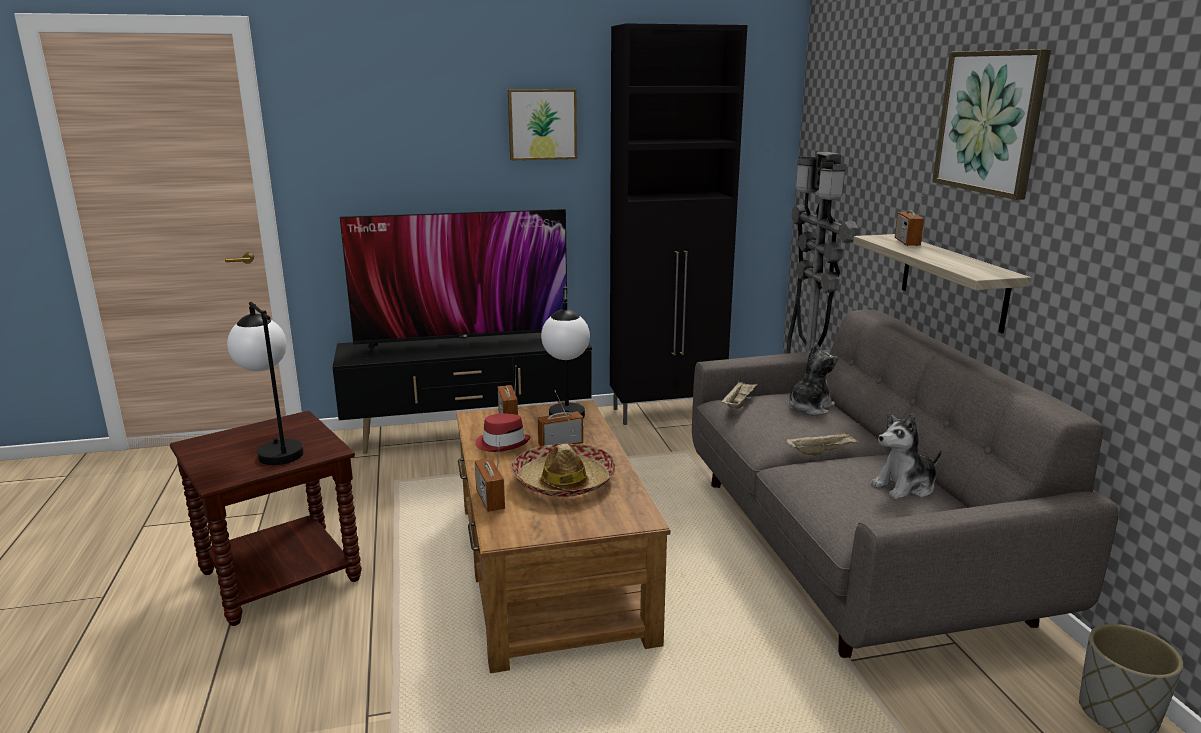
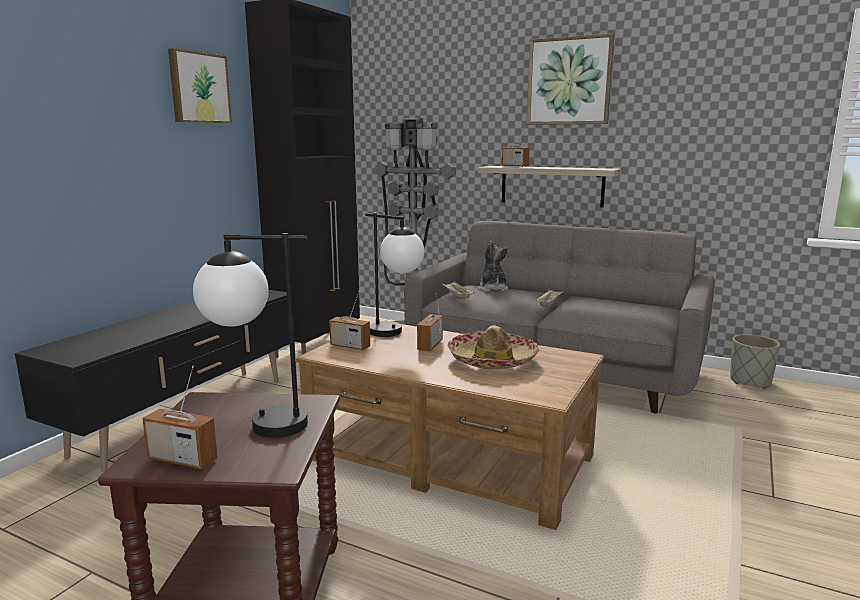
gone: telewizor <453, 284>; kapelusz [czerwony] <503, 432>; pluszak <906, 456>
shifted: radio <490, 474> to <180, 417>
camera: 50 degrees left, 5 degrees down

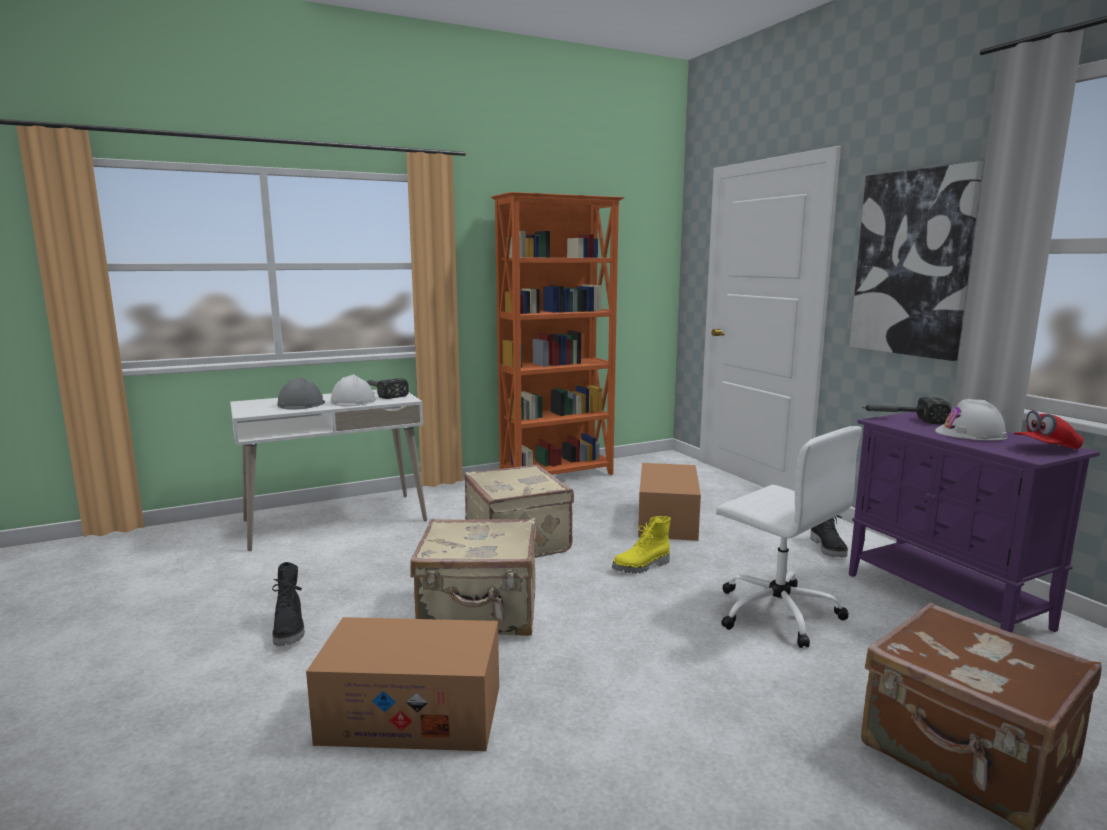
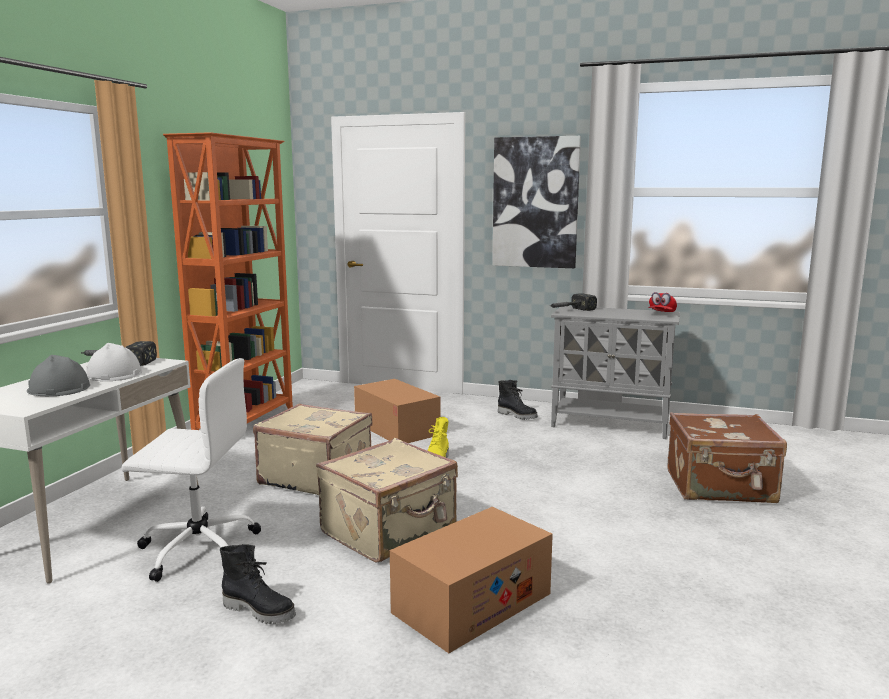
gone: kask [biały] <971, 420>
shifted: krzesło biurowe [biały] <789, 537> to <191, 470>
repainted: szafka [fioletowy] <974, 522> to szafka [szary] <615, 372>
camera: 45 degrees left, 0 degrees up

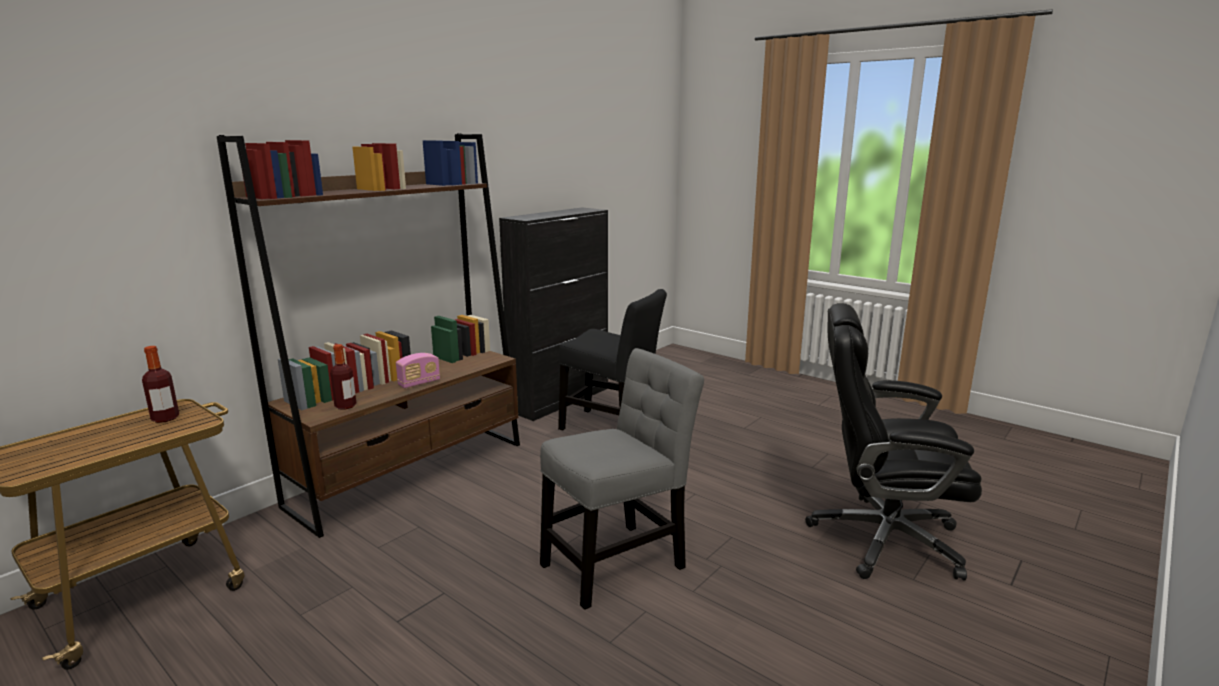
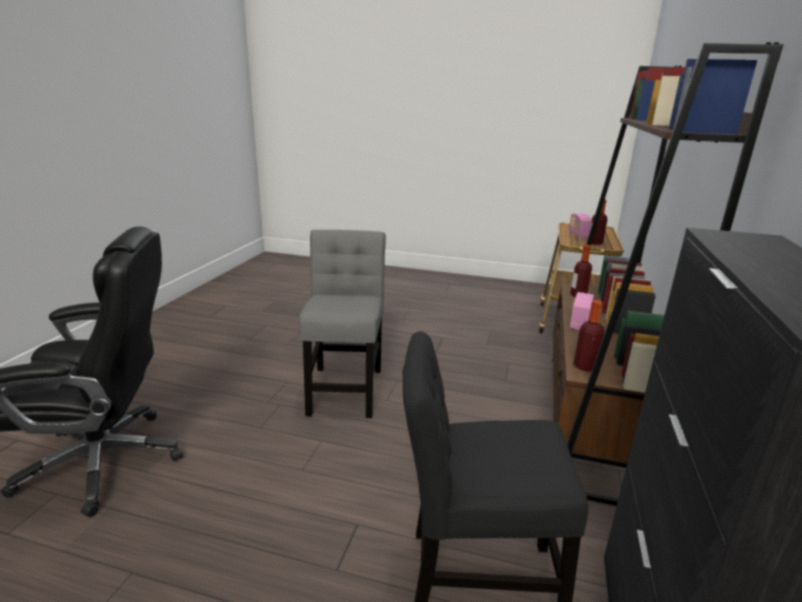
new: radio <580, 225>; butelka <588, 336>
rotated: krzesło [szary] <622, 479> = <342, 324> 150 degrees clockwise
camera: 155 degrees right, 5 degrees up

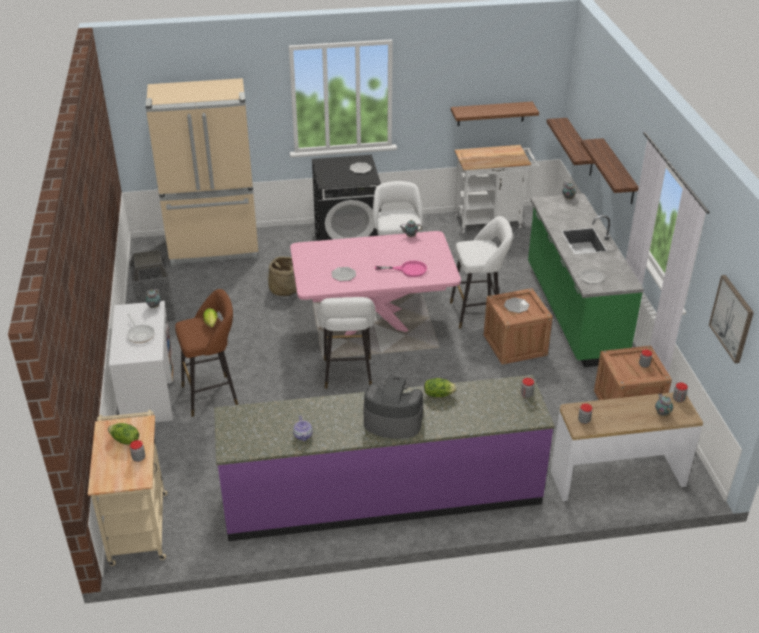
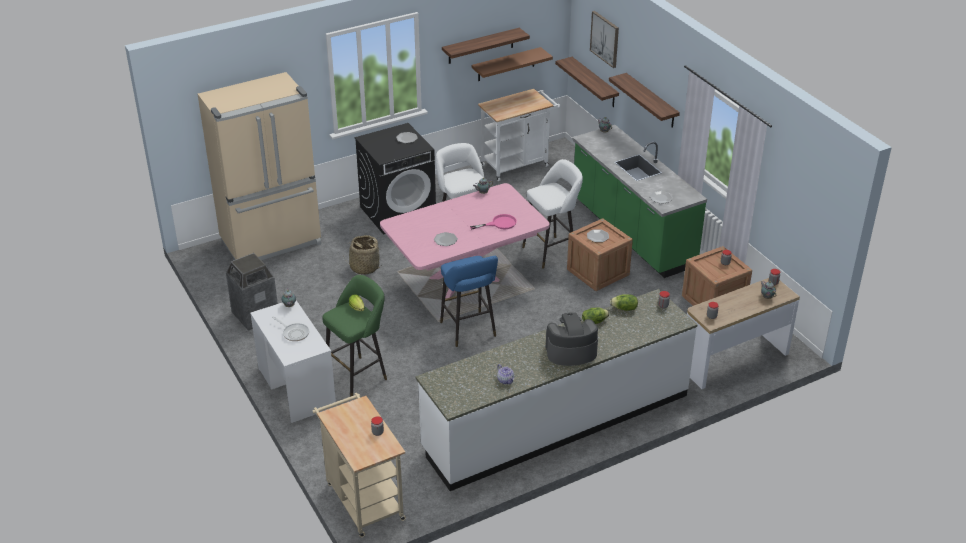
new: półka <486, 46>
shifted: sałata <123, 434> to <624, 302>; obraz <731, 319> to <604, 39>
repainted: stołek [brązowy] <206, 353> to stołek [zielony] <355, 336>; zabudowa kuchenna [fioletowy] <384, 458> to zabudowa kuchenna [biały] <556, 390>; stołek [biały] <346, 343> to stołek [niebieski] <469, 301>
camera: 20 degrees left, 0 degrees up

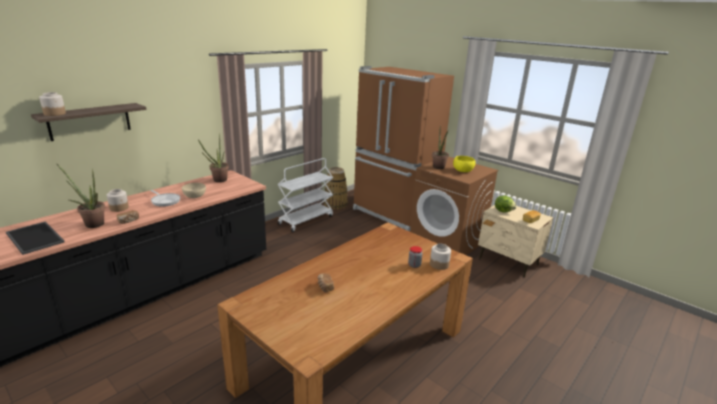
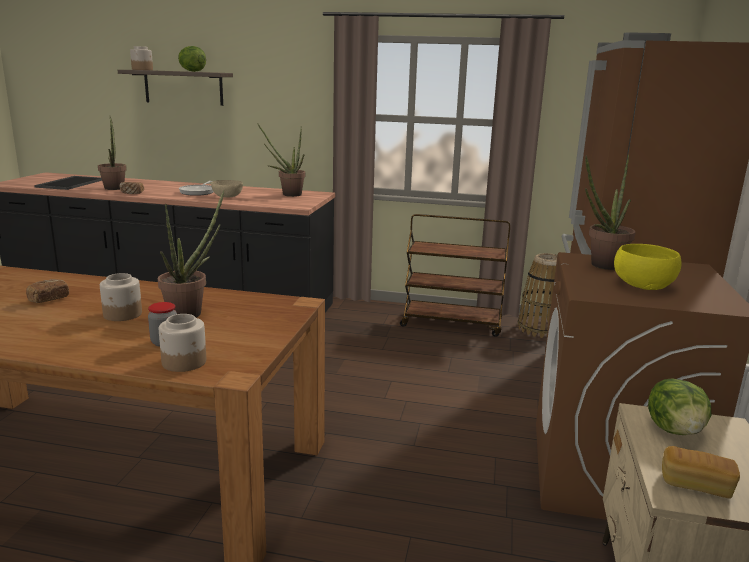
new: roślina doniczkowa <191, 254>; sałata <192, 59>
shifted: słoik <118, 200> to <121, 297>
repainted: wózek [biały] <305, 195> to wózek [brązowy] <455, 275>
camera: 60 degrees right, 5 degrees down

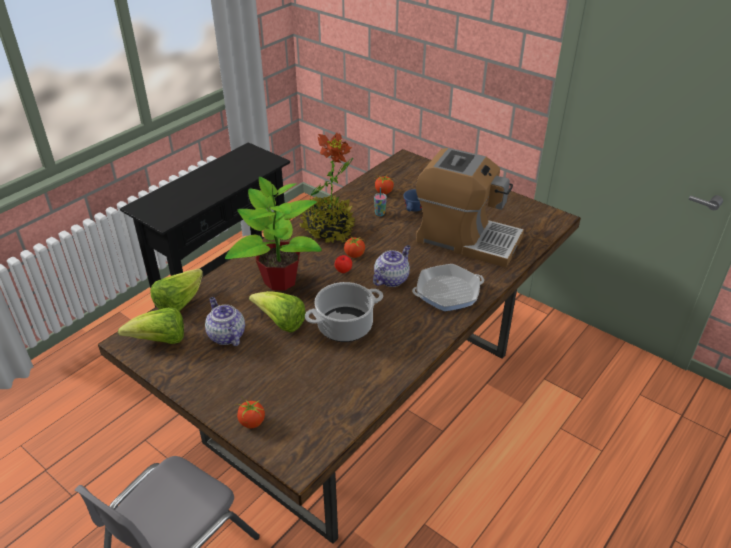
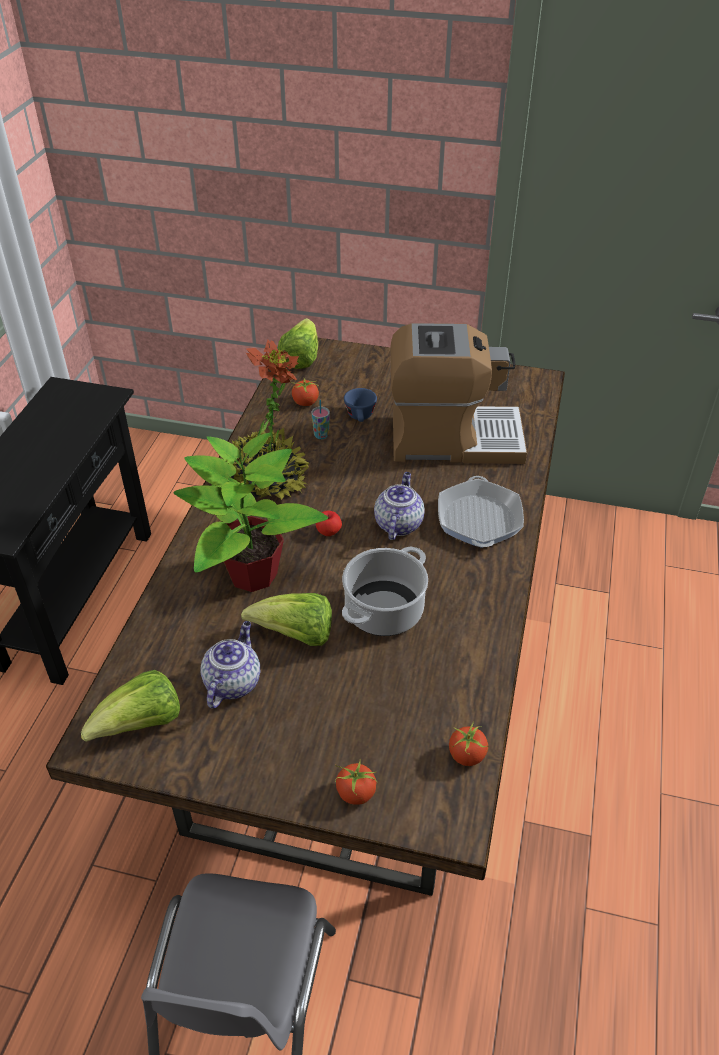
shifted: sałata <176, 289> to <298, 343>; pomidor <354, 247> to <468, 743>
rotated: imbryk <225, 321> = <230, 664> 75 degrees clockwise; patelnia <448, 287> = <481, 512> 45 degrees counterclockwise
camera: 25 degrees left, 5 degrees up

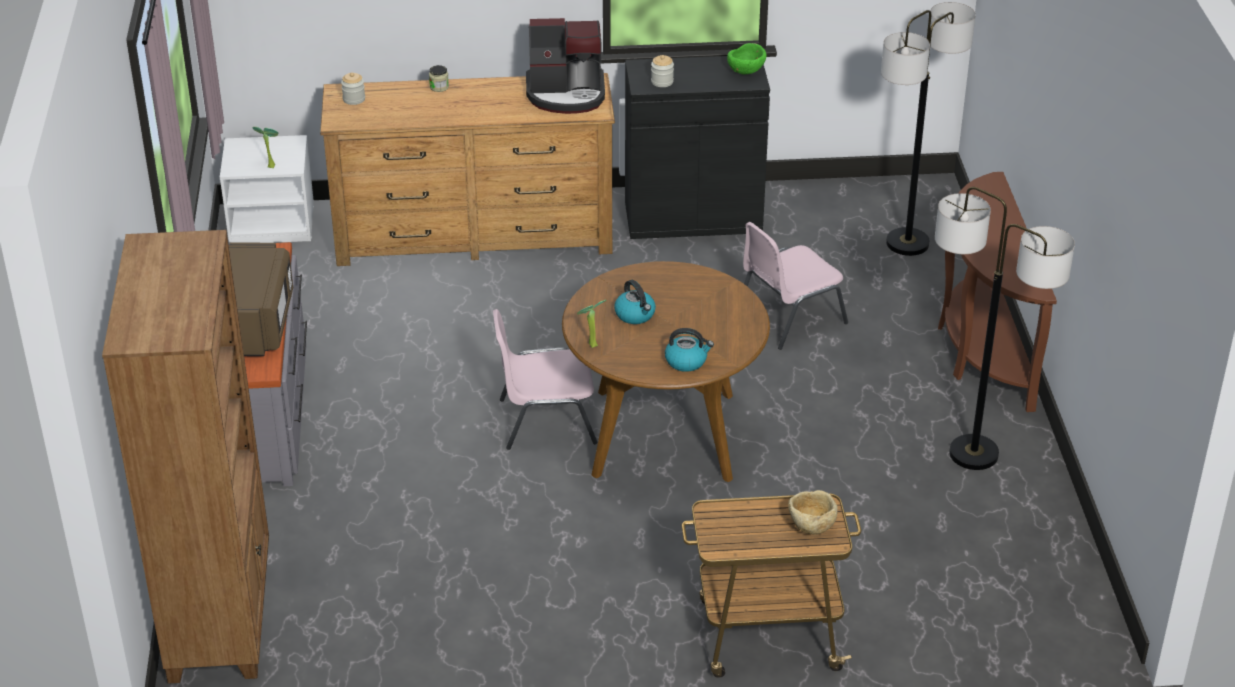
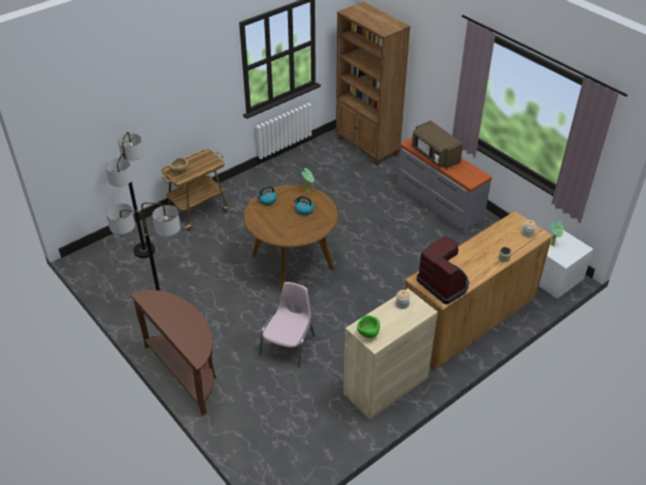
gone: krzesło [różowy] <545, 379>
shifted: lampa stojąca <928, 129> to <130, 195>
repainted: szafka [czarny] <697, 147> to szafka [beżowy] <390, 354>
rotated: ekspres do kawy <565, 66> = <443, 270> 90 degrees clockwise
camera: 145 degrees right, 5 degrees up

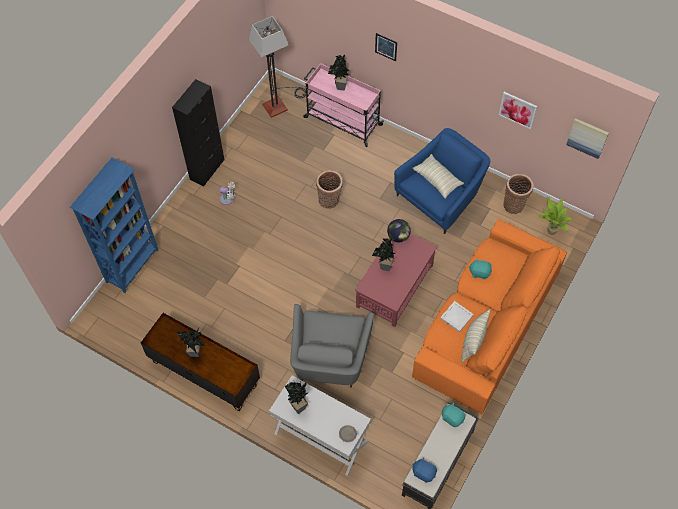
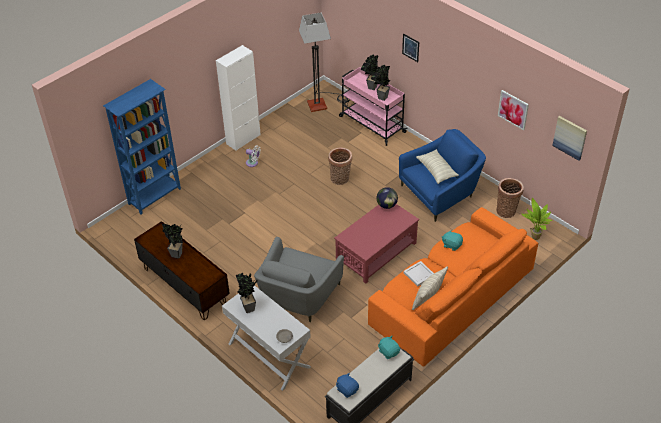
shifted: roślina doniczkowa <384, 254> to <380, 83>
repainted: szafka [czarny] <198, 133> to szafka [biały] <238, 98>
camera: 15 degrees right, 15 degrees down

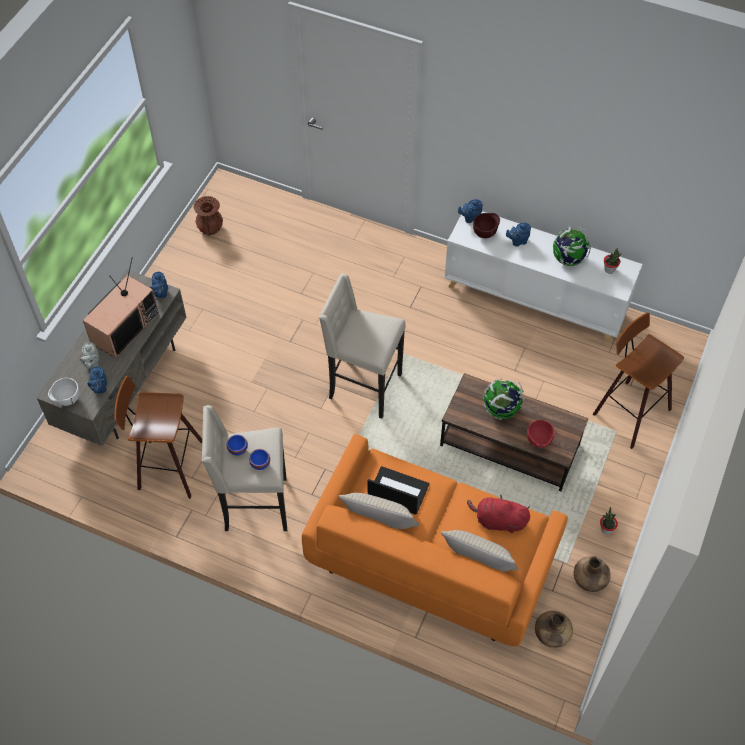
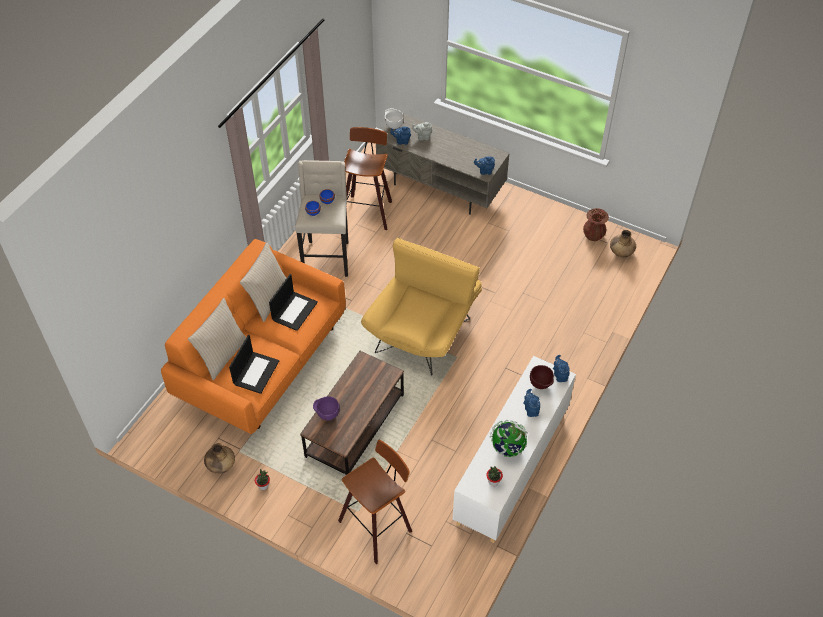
gone: telewizor <121, 307>; globus <504, 399>
shifted: wazon [brązowy] <554, 629> to <623, 243>
swapped: stołek [beżowy] <362, 346> to fotel [żółty] <421, 306>; pluszak [czerwony] <498, 514> to laptop <254, 364>
repainted: miska [czerwony] <541, 434> to miska [fioletowy] <326, 408>
camera: 95 degrees right, 5 degrees down

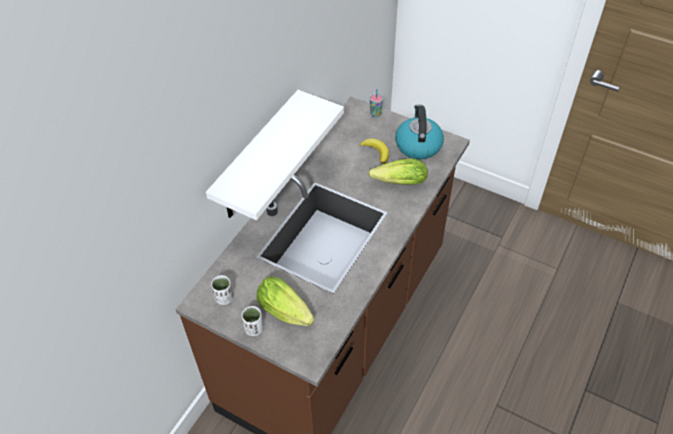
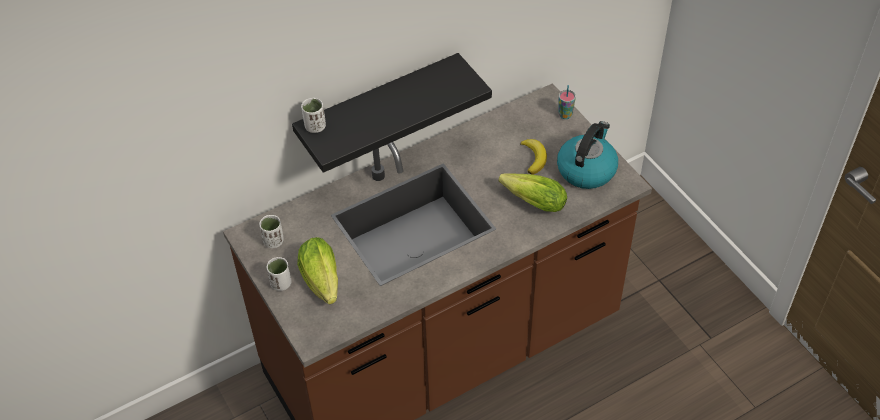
new: filiżanka [biały] <313, 115>
repainted: półka [biały] <275, 155> to półka [czarny] <392, 113>
camera: 30 degrees right, 0 degrees up

